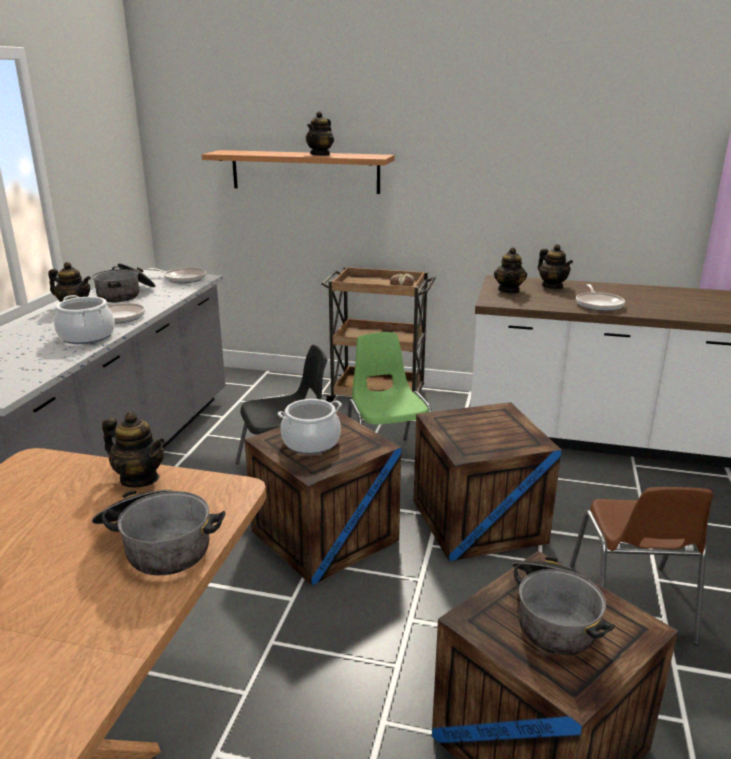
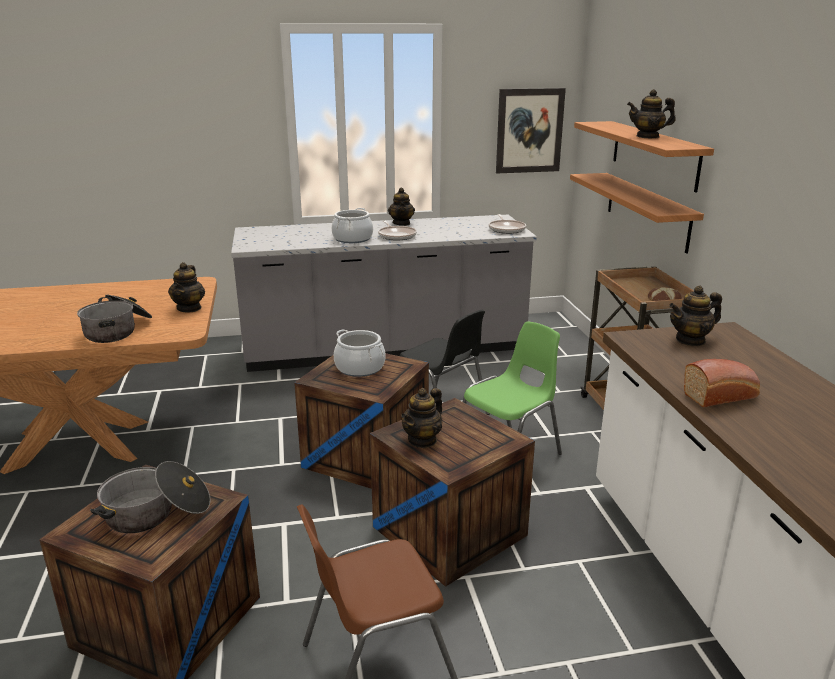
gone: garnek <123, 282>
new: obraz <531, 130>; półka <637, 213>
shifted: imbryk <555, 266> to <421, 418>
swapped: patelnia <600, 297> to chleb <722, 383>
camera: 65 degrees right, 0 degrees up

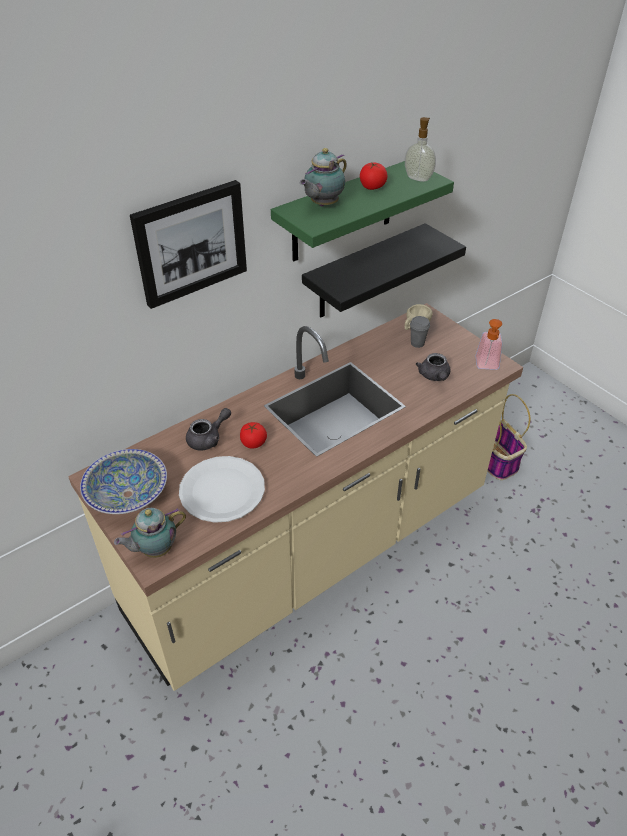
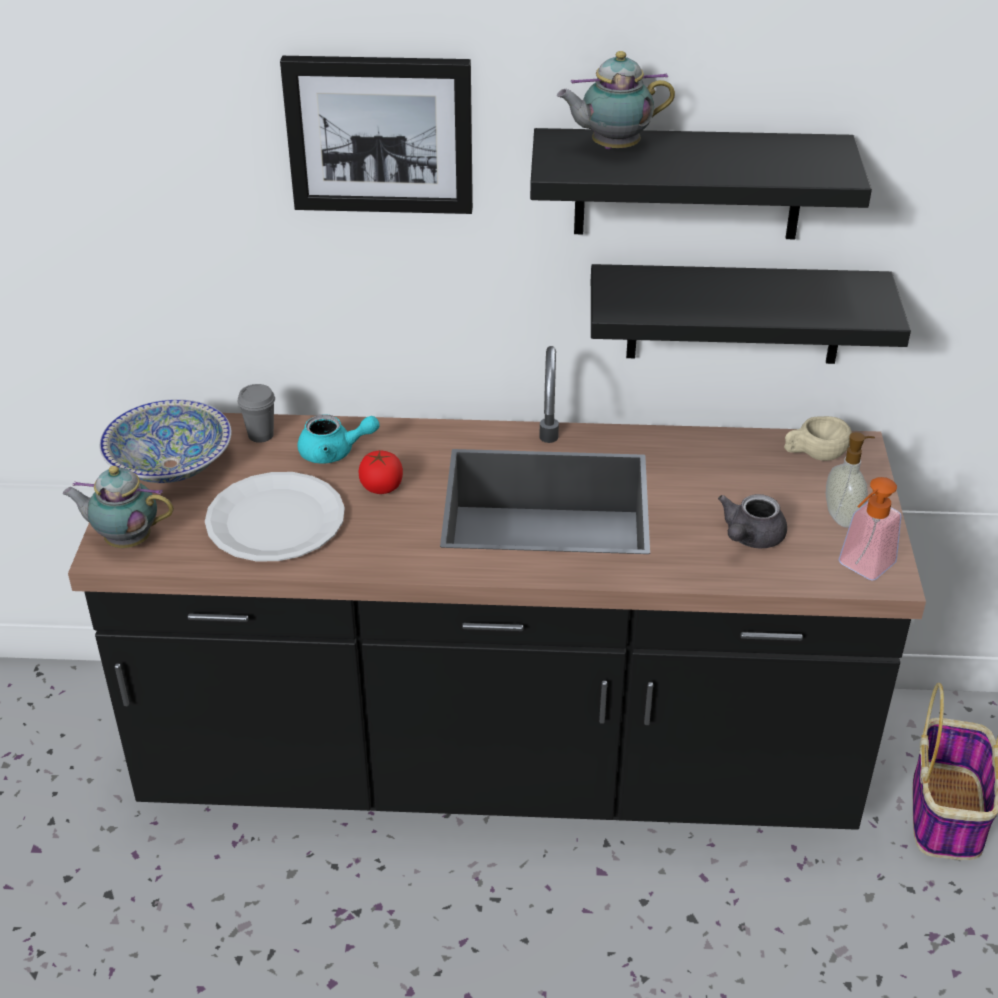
gone: pomidor <373, 176>
shifted: dozownik mydła <420, 149> to <850, 480>; filiżanka [szary] <420, 332> to <256, 413>
repainted: zabudowa kuchenna [beżowy] <295, 497> to zabudowa kuchenna [czarny] <497, 588>; imbryk [szary] <208, 429> to imbryk [turkusowy] <338, 439>; półka [zielony] <362, 211> to półka [czarny] <701, 183>
camera: 40 degrees right, 5 degrees down

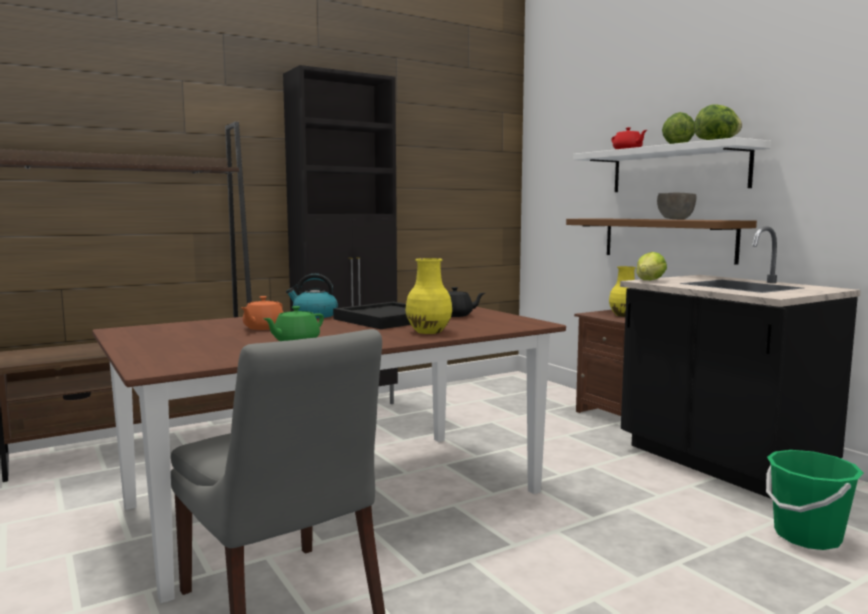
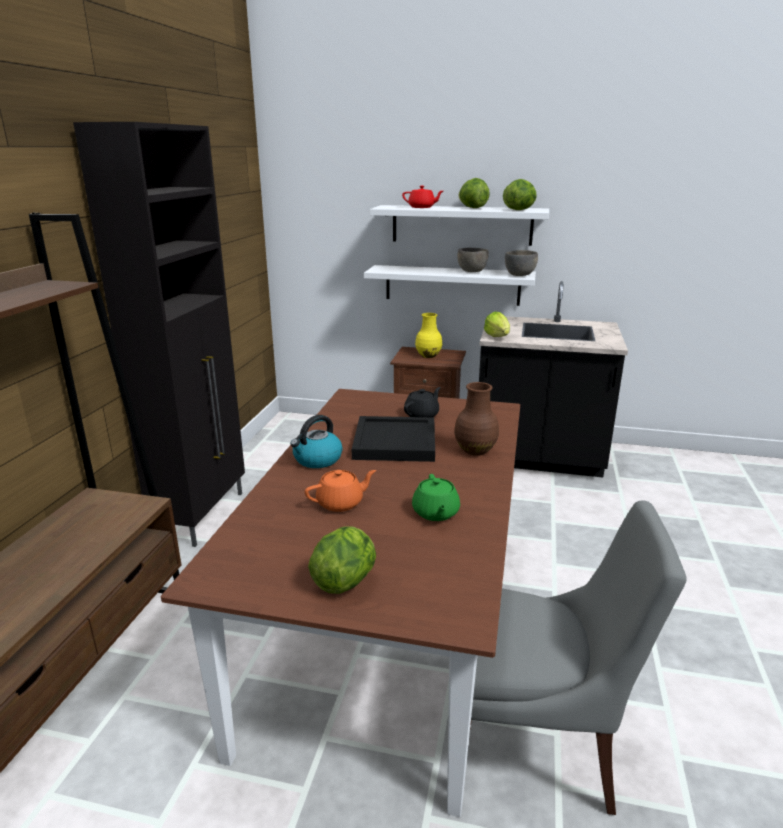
gone: wiadro [zielony] <814, 500>
new: sałata <342, 560>; miska [szary] <521, 263>
repainted: wazon [żółty] <429, 296> to wazon [brązowy] <476, 419>; półka [brązowy] <661, 241> to półka [biały] <450, 285>
rotated: imbryk [pomarańczowy] <262, 313> = <340, 491> 90 degrees counterclockwise
camera: 45 degrees left, 15 degrees up

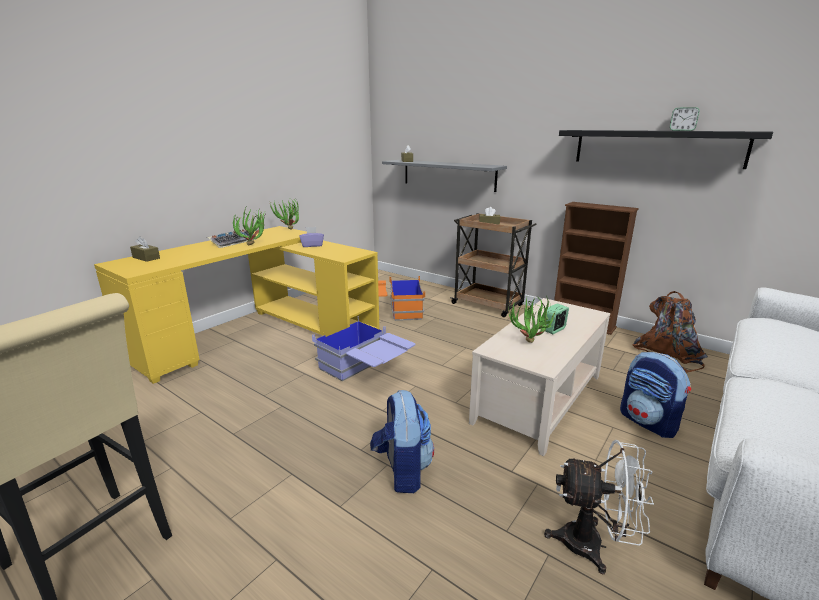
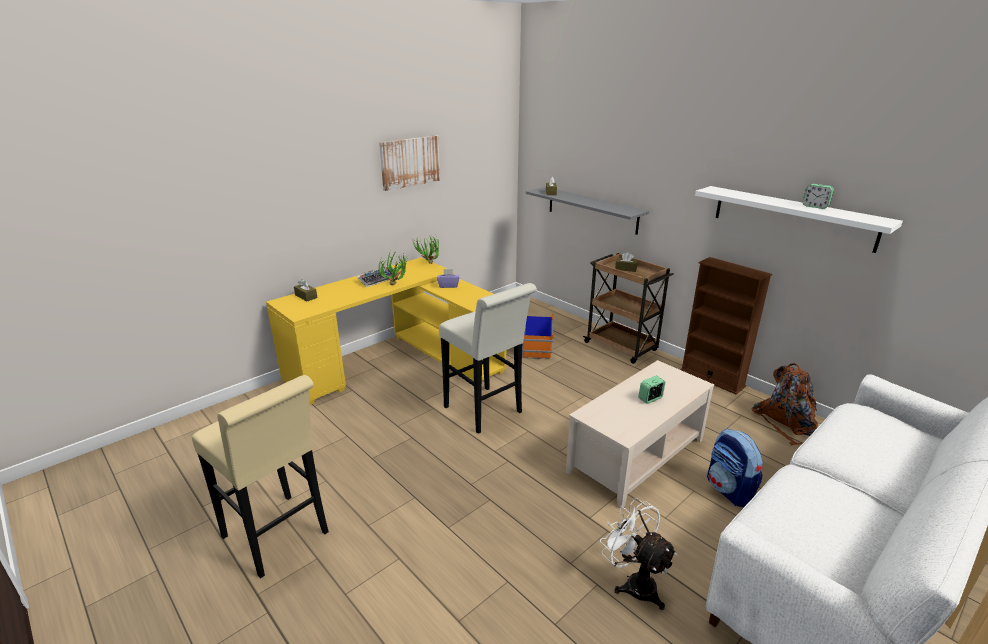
gone: plecak <402, 441>; roślina doniczkowa <532, 318>
new: obraz <410, 163>
swapped: pojemnik do przechowywania [niebieski] <364, 349> to stołek [biały] <488, 358>
repainted: półka [czarny] <666, 149> to półka [biały] <799, 219>
rotated: wentylator [biały] <599, 507> = <638, 554> 150 degrees counterclockwise
camera: 10 degrees right, 5 degrees up

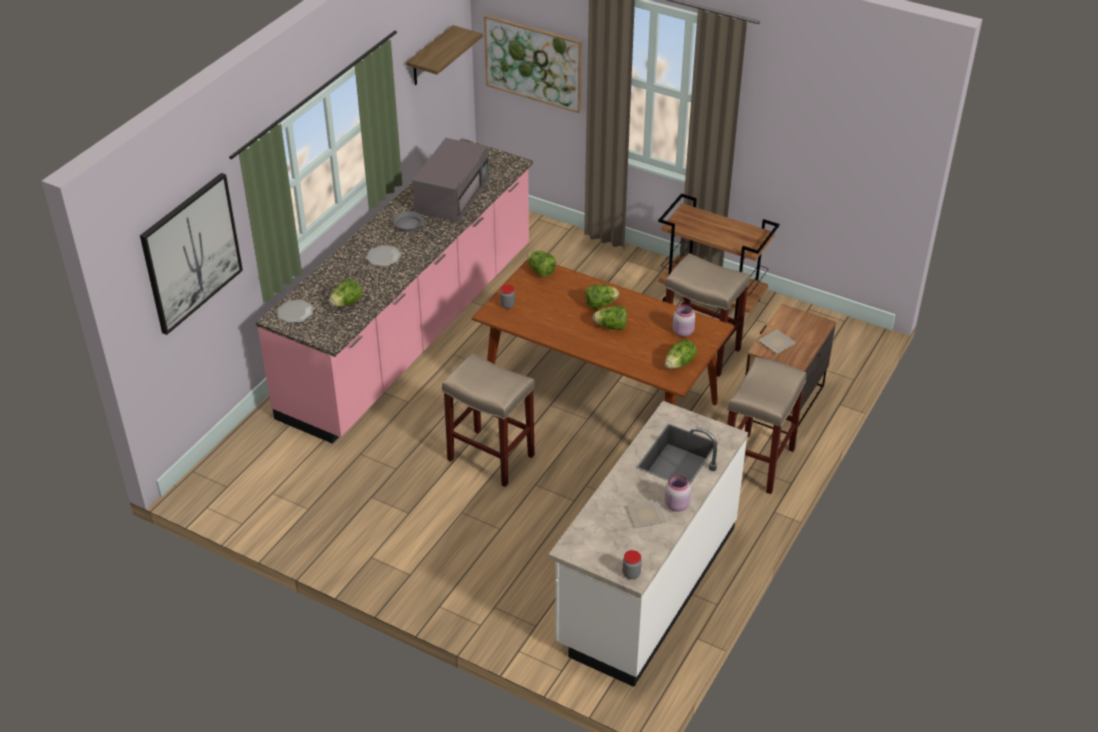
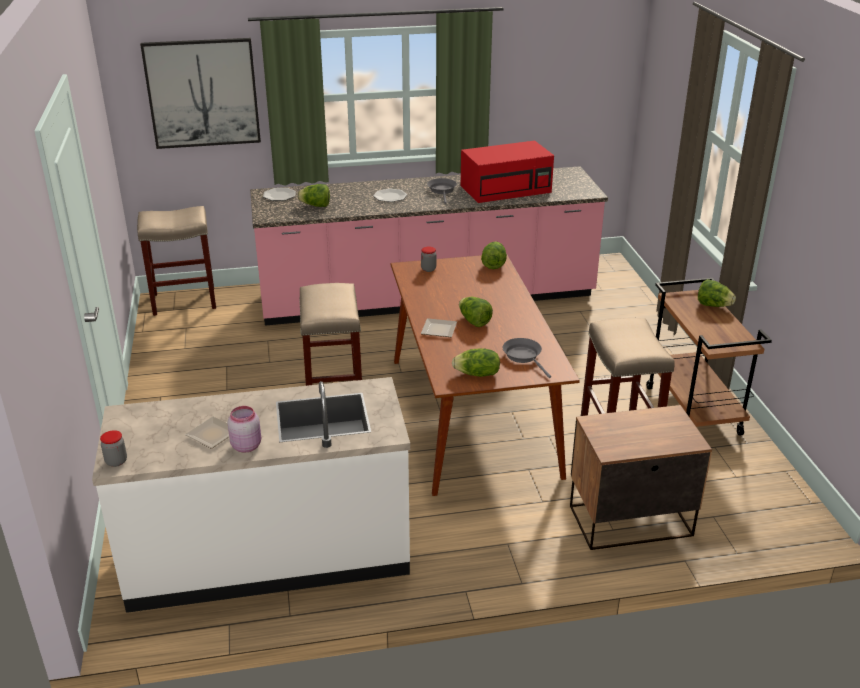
gone: półka <444, 55>; obraz <533, 63>
shifted: sałata <602, 296> to <717, 293>; stołek [beżowy] <766, 425> to <176, 261>; talerz <777, 341> to <439, 327>
swapped: słoik [różowy] <684, 321> to patelnia [szary] <527, 358>
repainted: mikrofalówka [szary] <450, 180> to mikrofalówka [czerwony] <507, 172>
camera: 50 degrees right, 10 degrees down

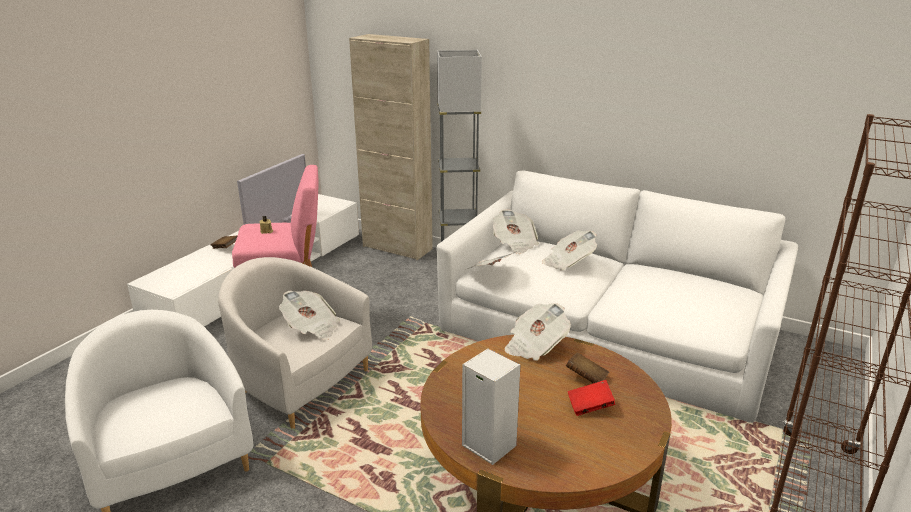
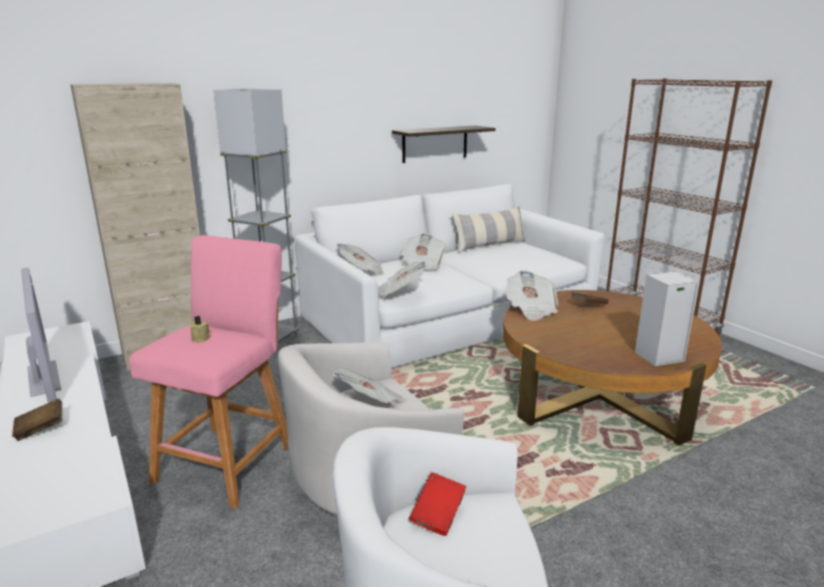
new: półka <443, 144>; poduszka <489, 229>
shifted: książka [czerwony] <591, 398> to <437, 504>
camera: 60 degrees left, 5 degrees down

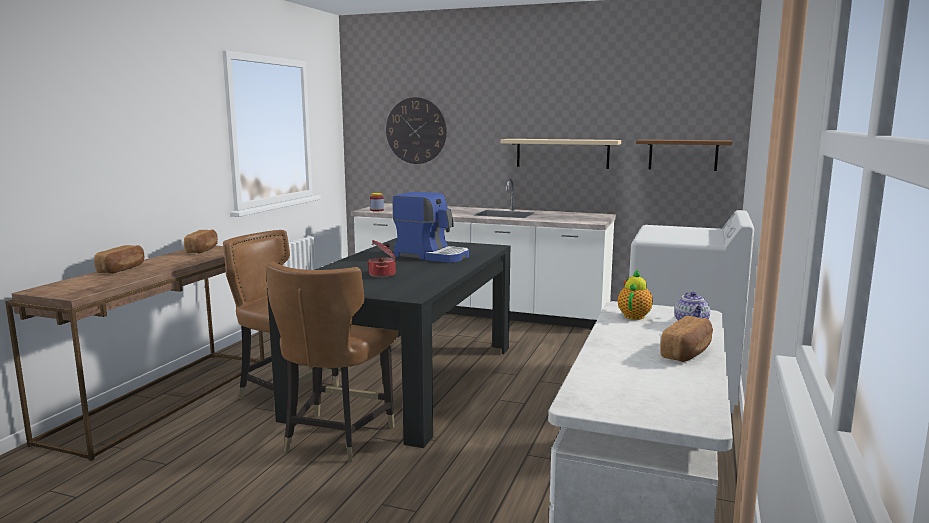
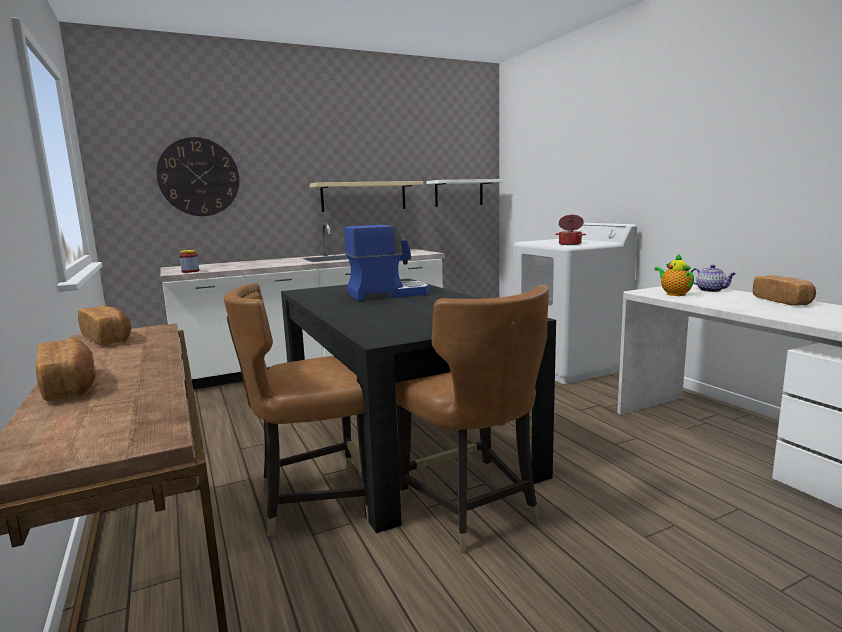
shifted: garnek <381, 258> to <570, 230>
repainted: półka [brązowy] <684, 155> to półka [biały] <464, 193>
camera: 45 degrees left, 0 degrees up

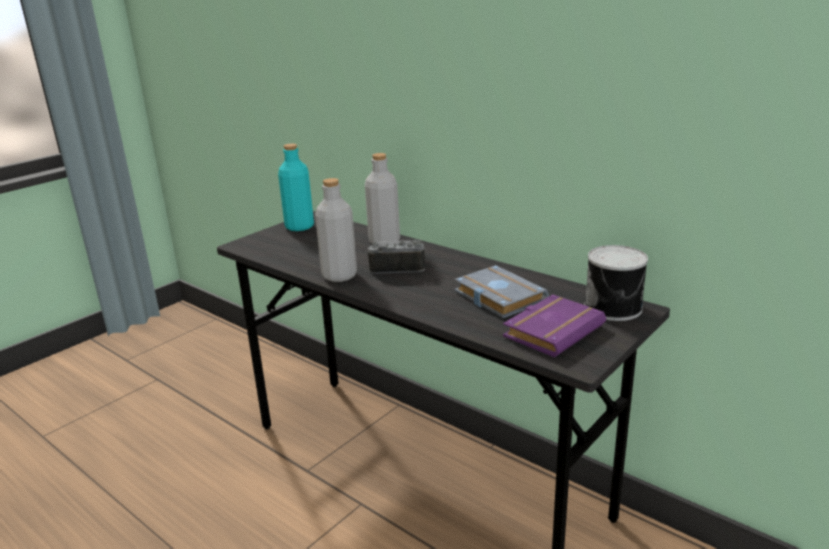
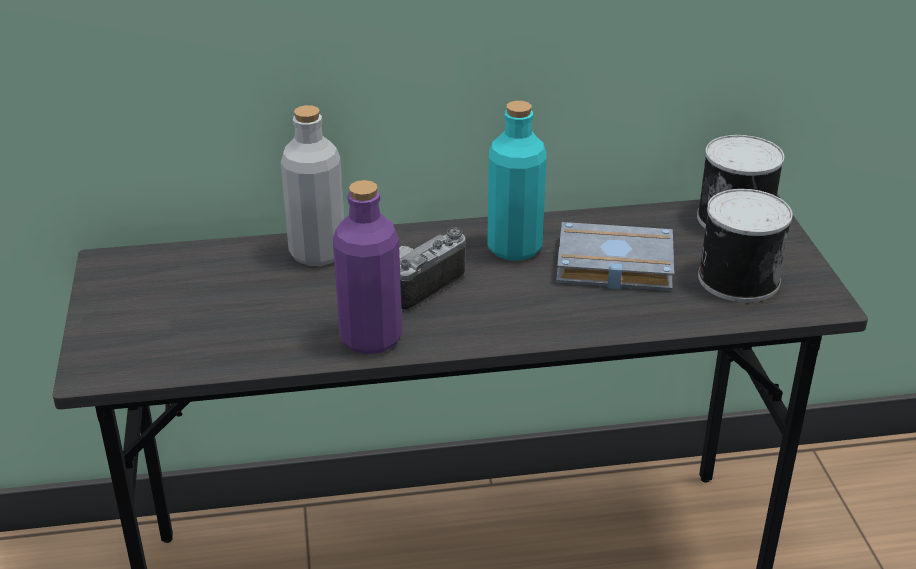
shifted: butelka [turkusowy] <296, 187> to <517, 181>
swapped: książka [fioletowy] <554, 325> to puszka <745, 246>
repainted: butelka [szary] <336, 230> to butelka [fioletowy] <367, 267>
camera: 50 degrees left, 10 degrees up

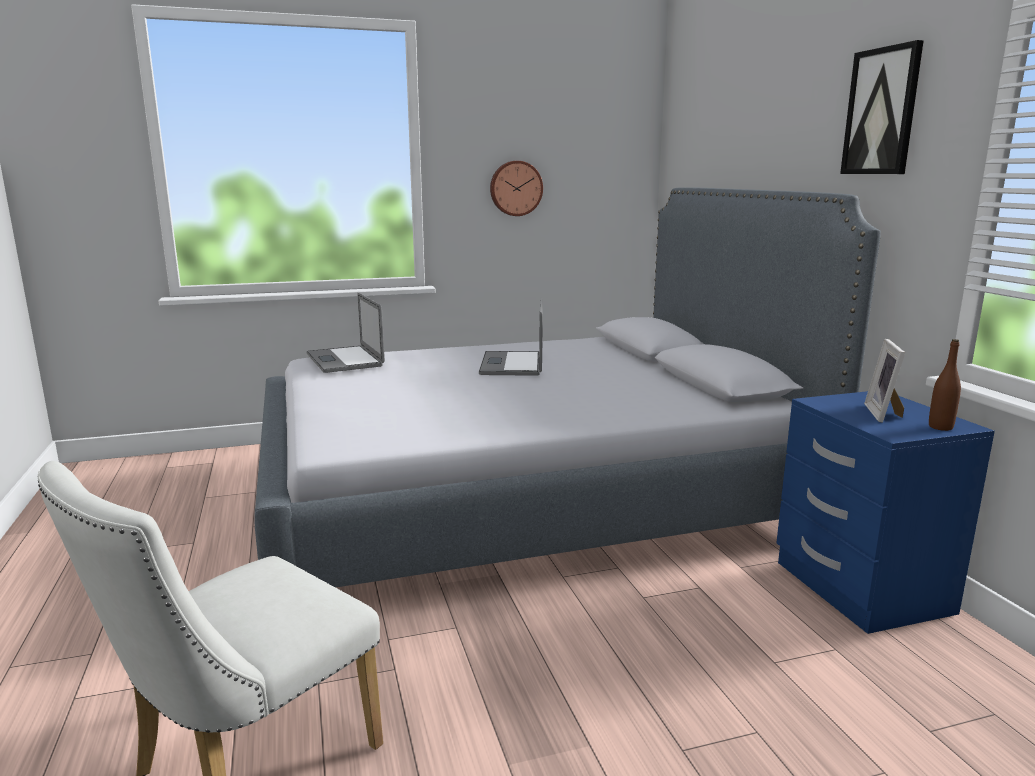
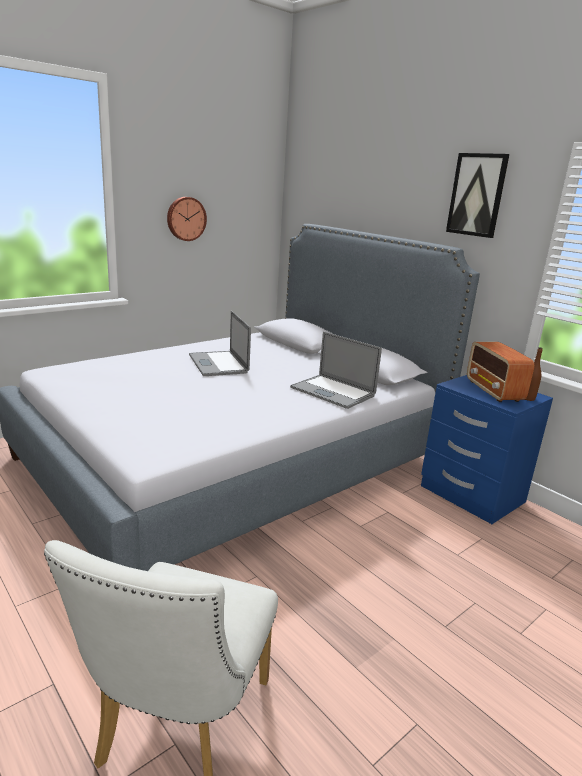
shifted: laptop <345, 332> to <336, 370>
swapped: ramka na zdjęcie <884, 381> to radio <500, 372>
camera: 25 degrees left, 5 degrees up

